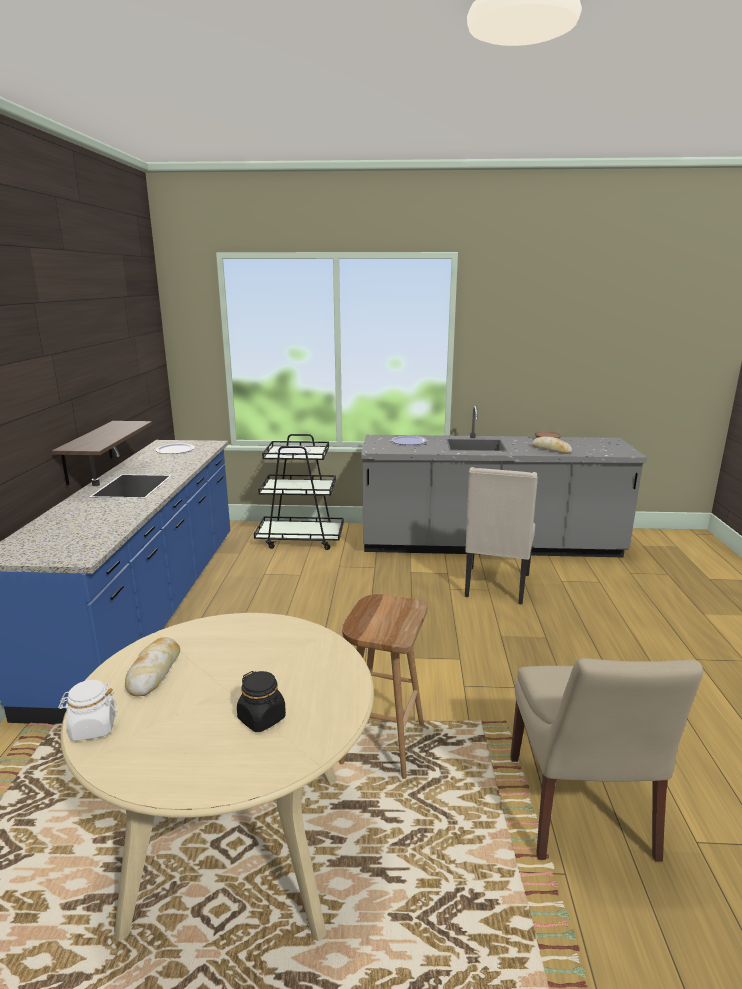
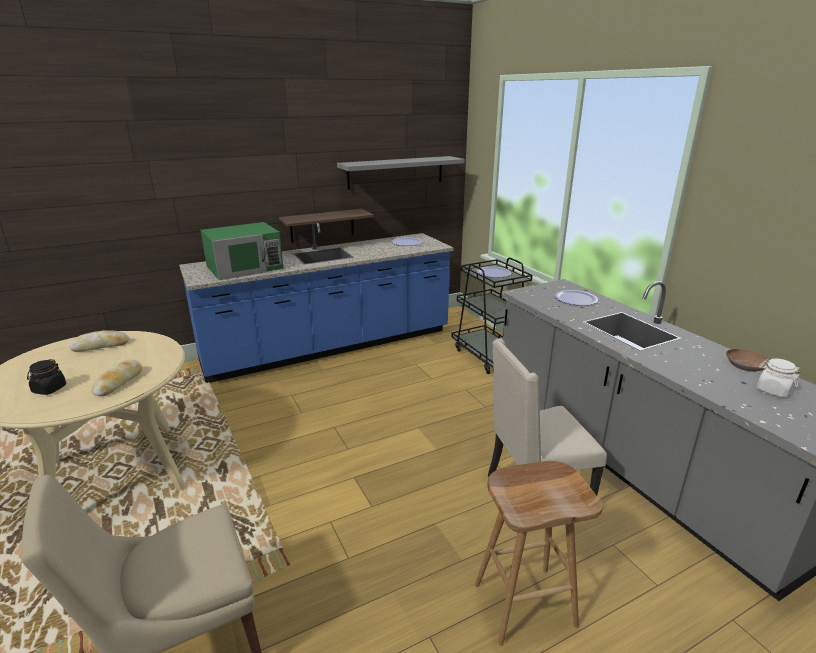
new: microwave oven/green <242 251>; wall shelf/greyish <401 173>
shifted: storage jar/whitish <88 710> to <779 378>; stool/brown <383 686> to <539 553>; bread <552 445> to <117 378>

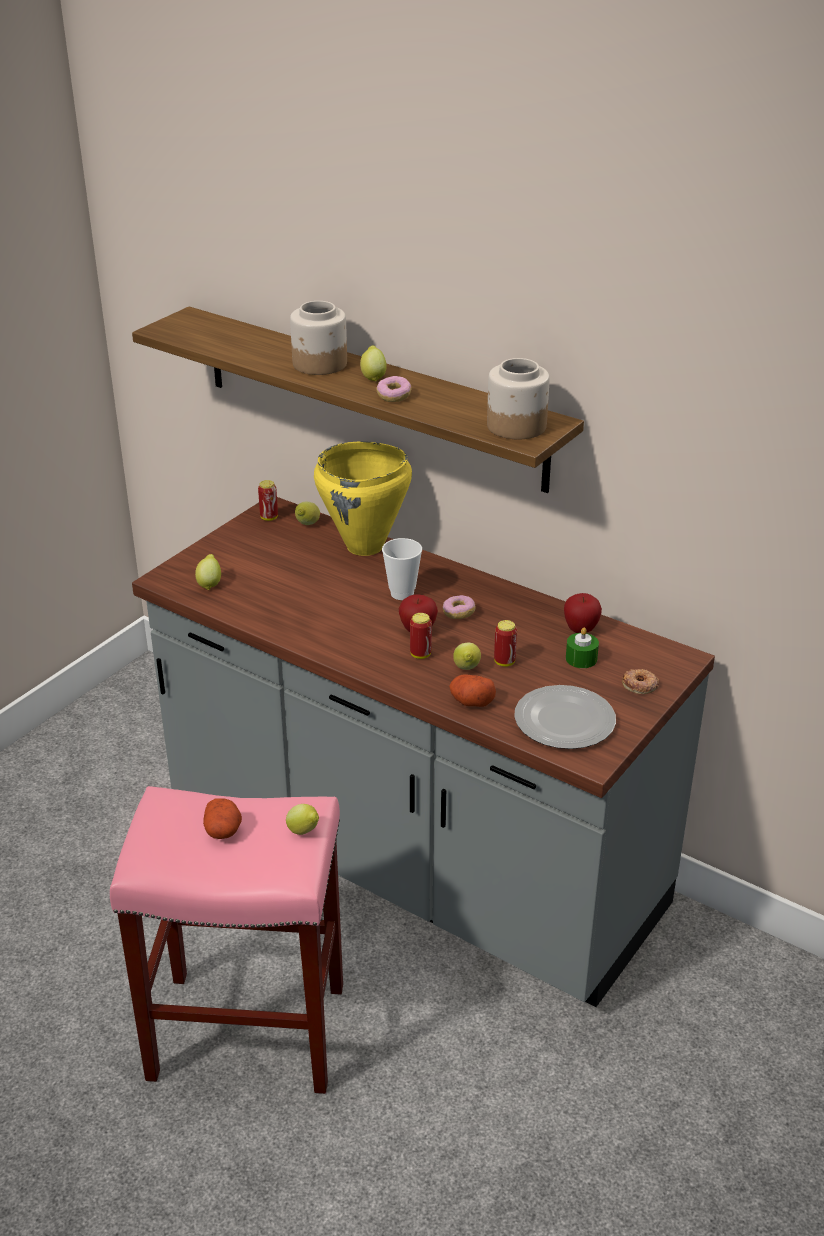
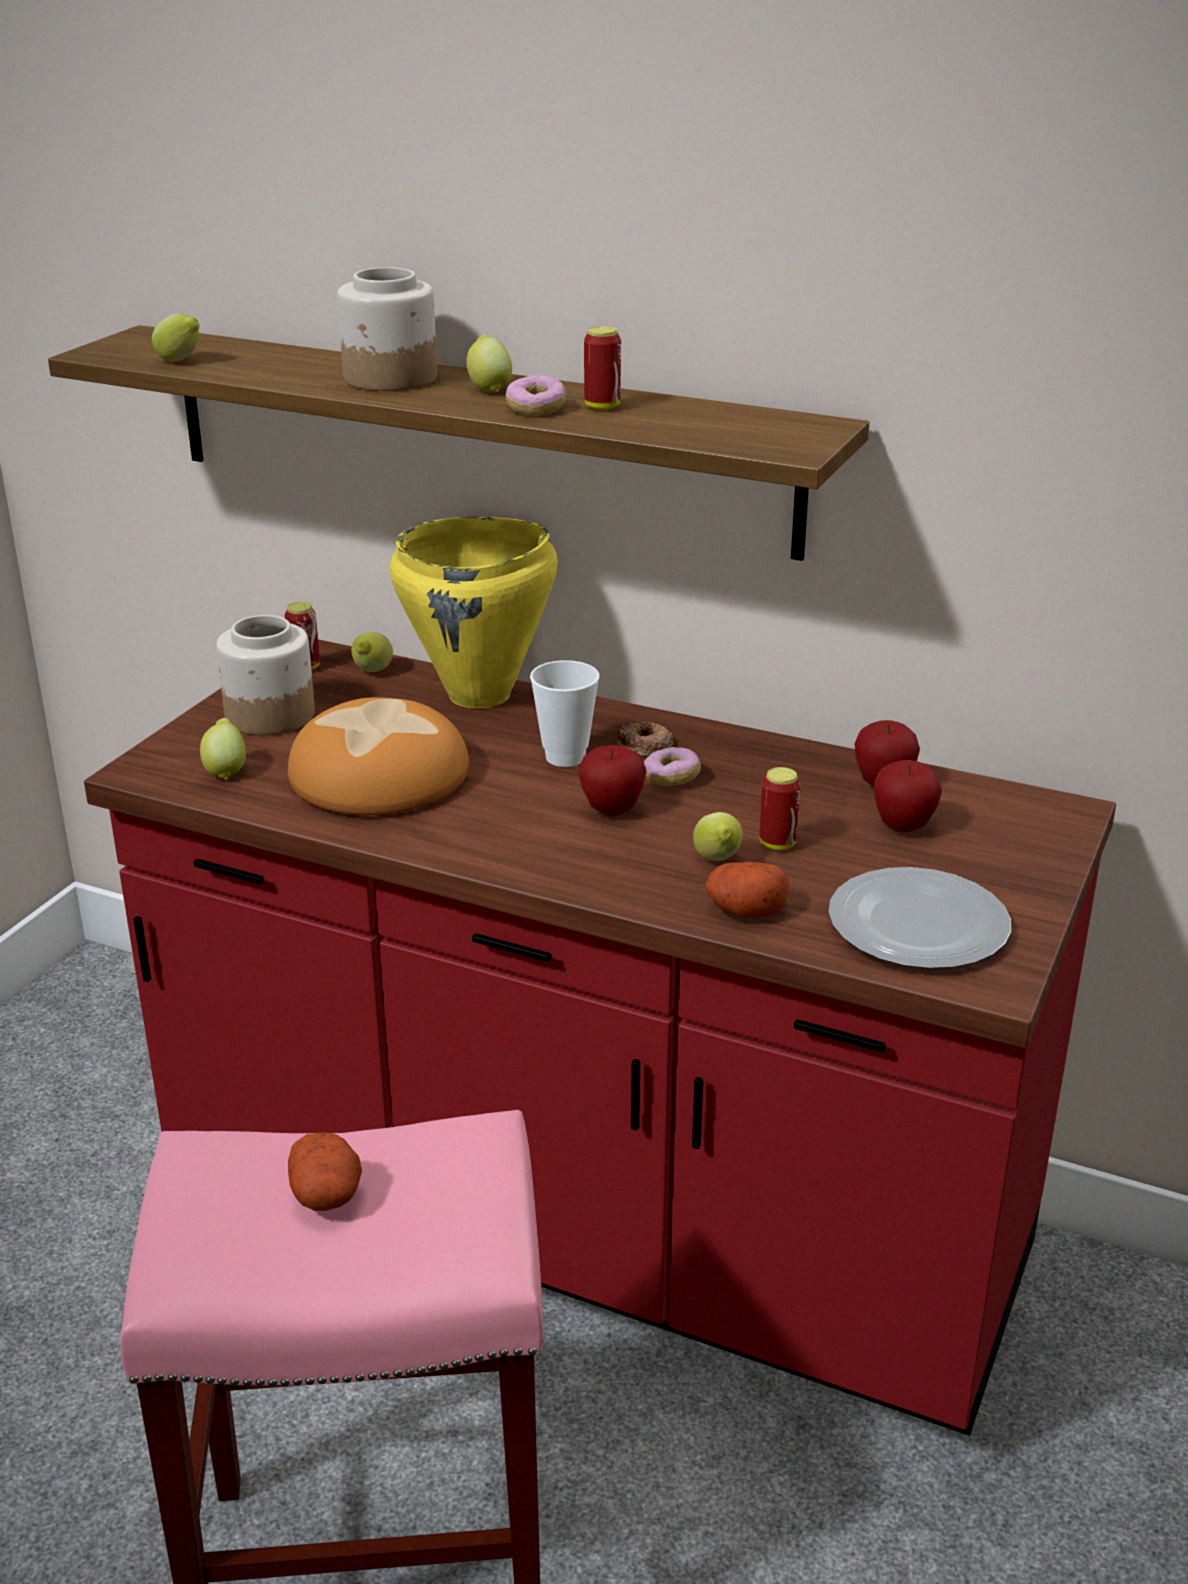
new: bread <378 756>
shifted: lemon <302 819> to <176 337>; sealed can <421 636> to <602 368>; storage jar <518 398> to <265 675>; donut <640 681> to <645 738>
swapped: wax light/green <582 647> to apple fruit <908 796>
repainted: counter/greyish <423 752> to counter/red <600 1037>

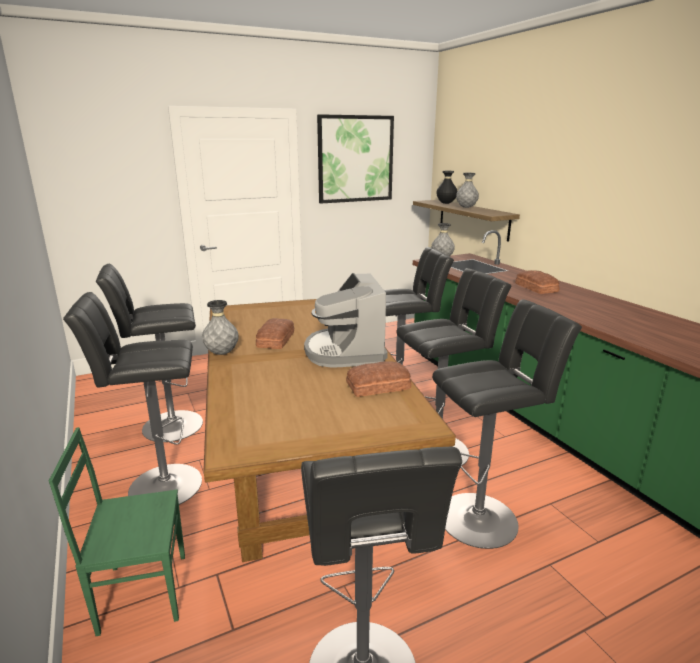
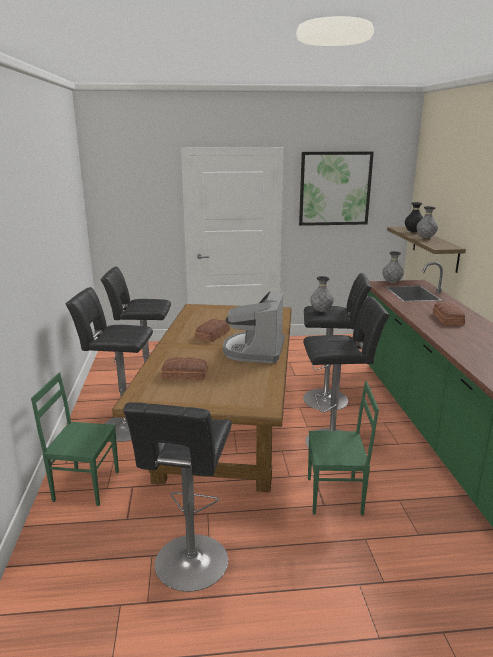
shifted: vase/greyish <220 327> to <322 294>; bread <378 379> to <184 368>
swapped: stool/blackish <507 424> to upright chair/green <343 448>

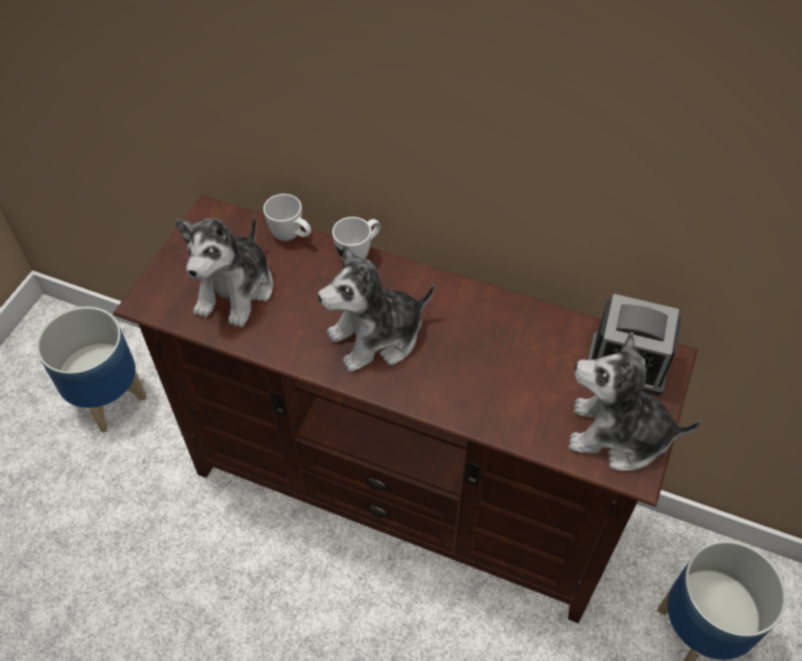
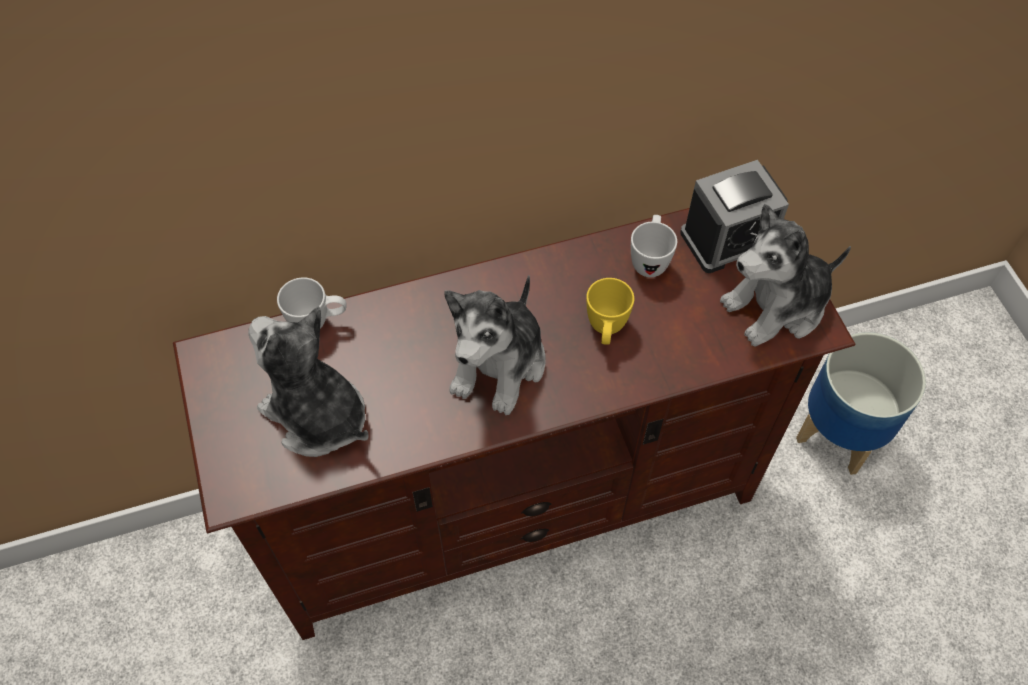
gone: planter <92 369>
new: tea mug/yellow <610 311>
shifted: tea mug/whitish <356 239> to <654 246>
rotated: cuddly toy <224 271> = <308 381> 150 degrees clockwise

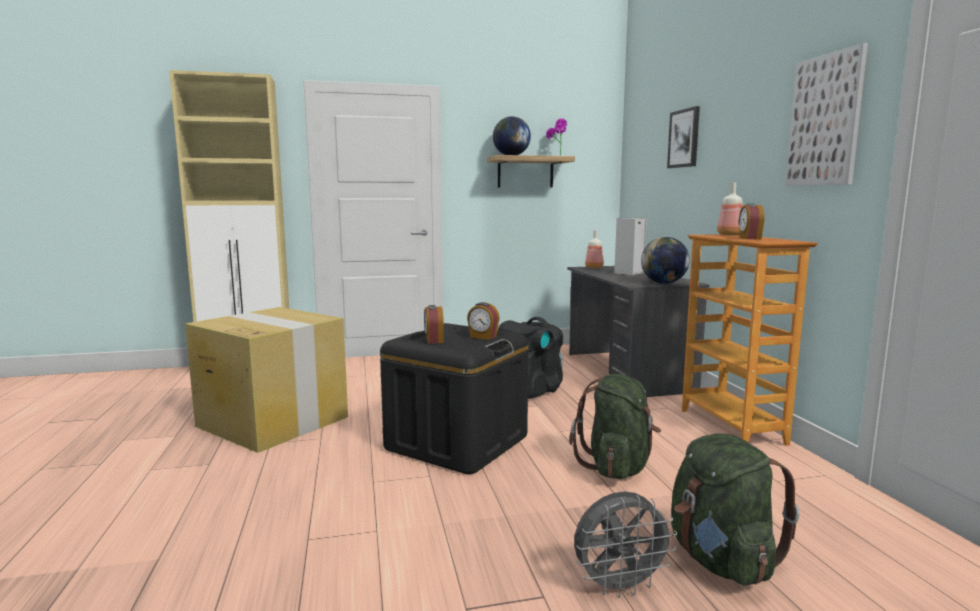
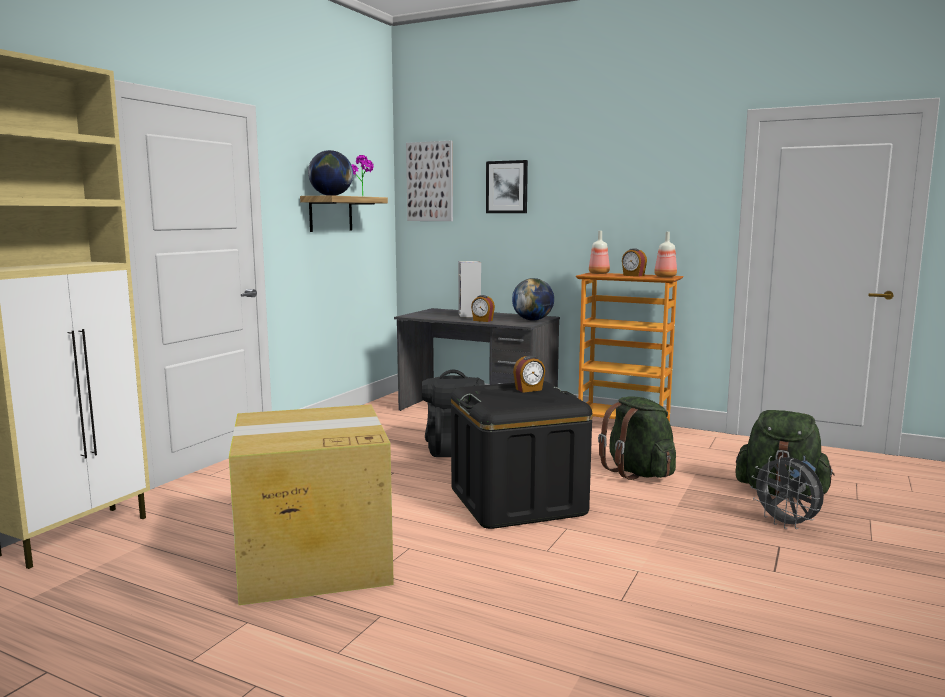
shifted: bedside clock <434 324> to <483 308>; beverage bottle <594 249> to <665 254>; wall picture <826 114> to <429 181>
rotated: cooling fan/greyish <625 544> = <787 492> 120 degrees clockwise

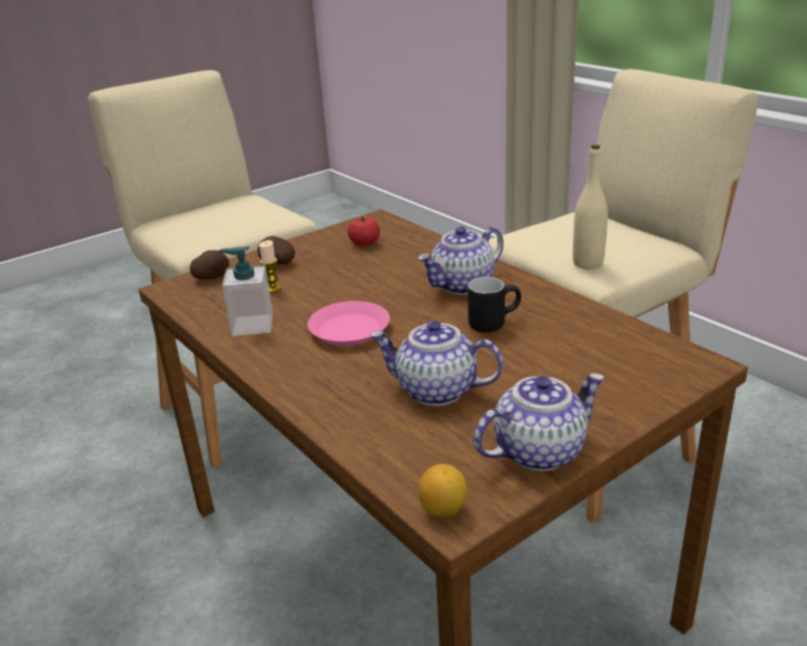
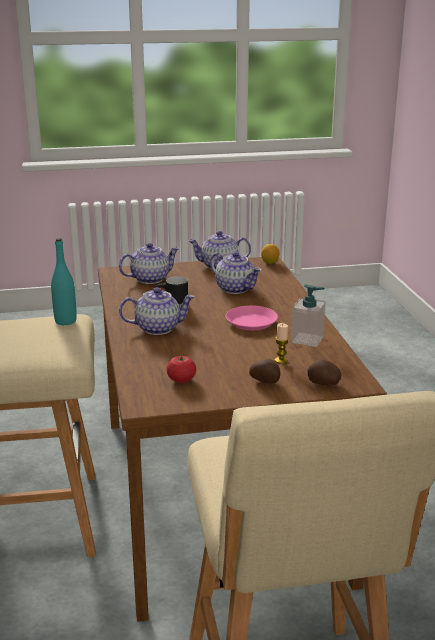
new: teapot <149 263>
repainted: beverage bottle/sand-coloured <590 206> to beverage bottle/turquoise-coloured <64 281>

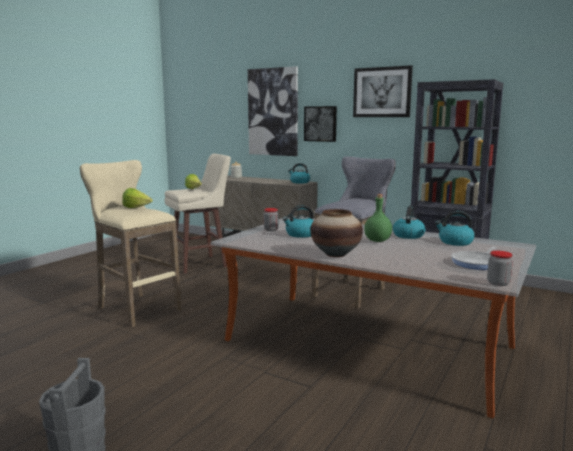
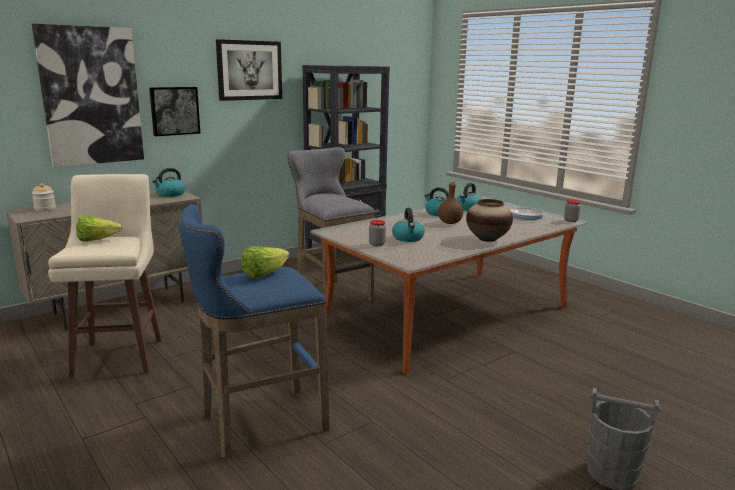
repainted: stool/sand-coloured <131 243> to stool/blue <253 331>; beverage bottle/green <378 218> to beverage bottle/brown <450 202>

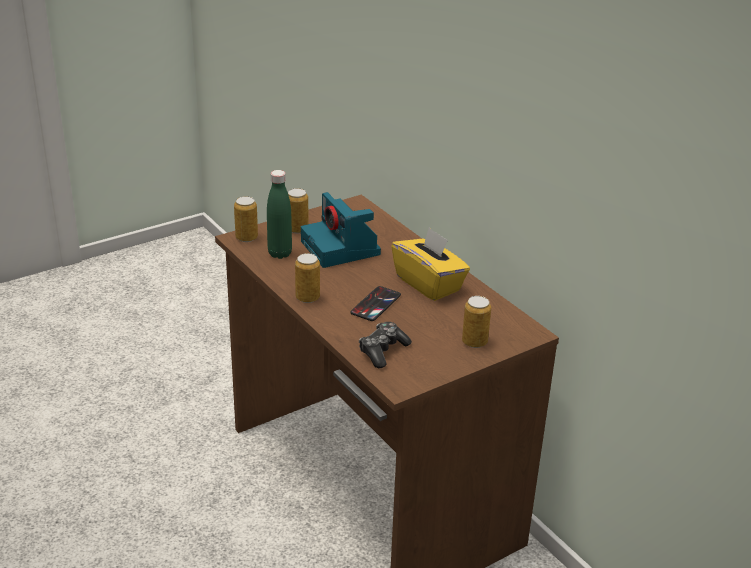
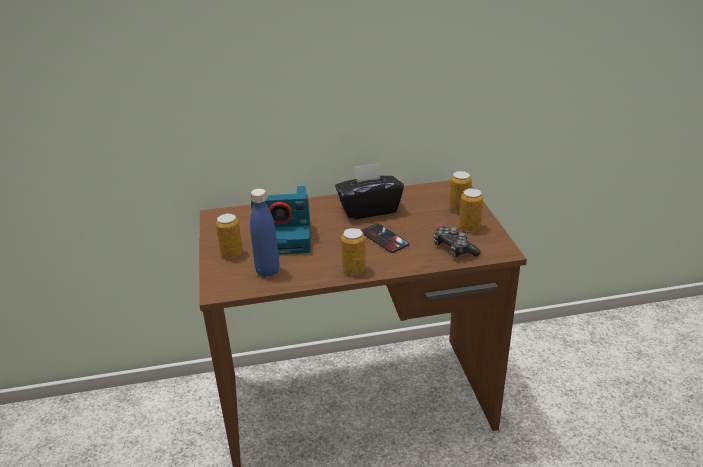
shifted: sealed can <246 219> to <471 210>
repainted: beverage bottle/green <279 214> to beverage bottle/blue <264 232>; tissue box/yellow <430 264> to tissue box/blackish <369 191>

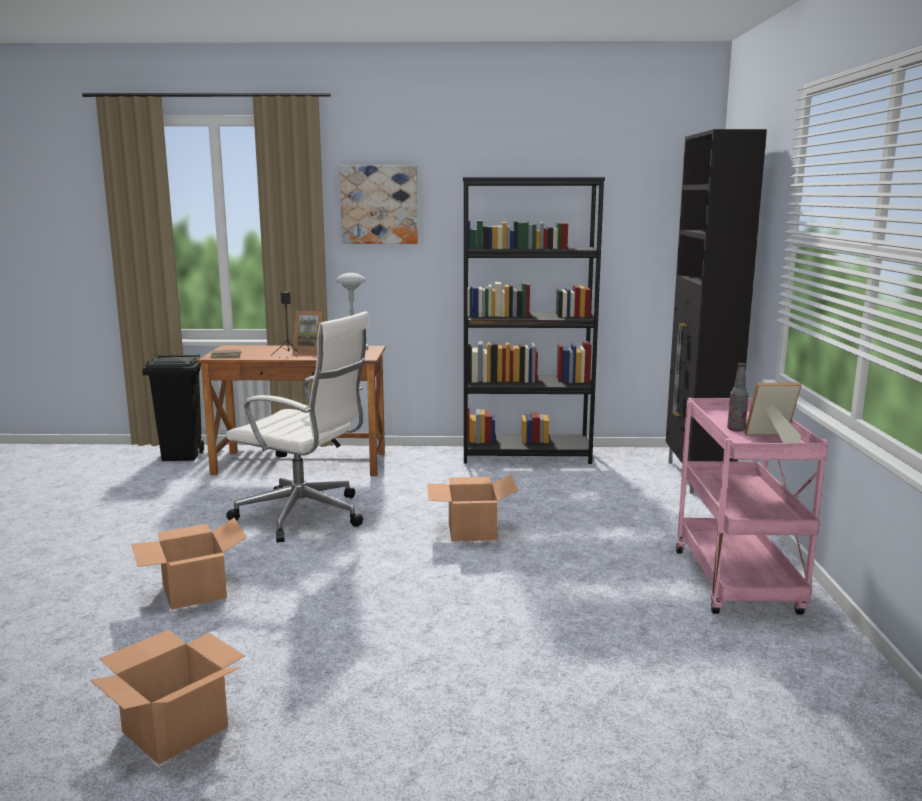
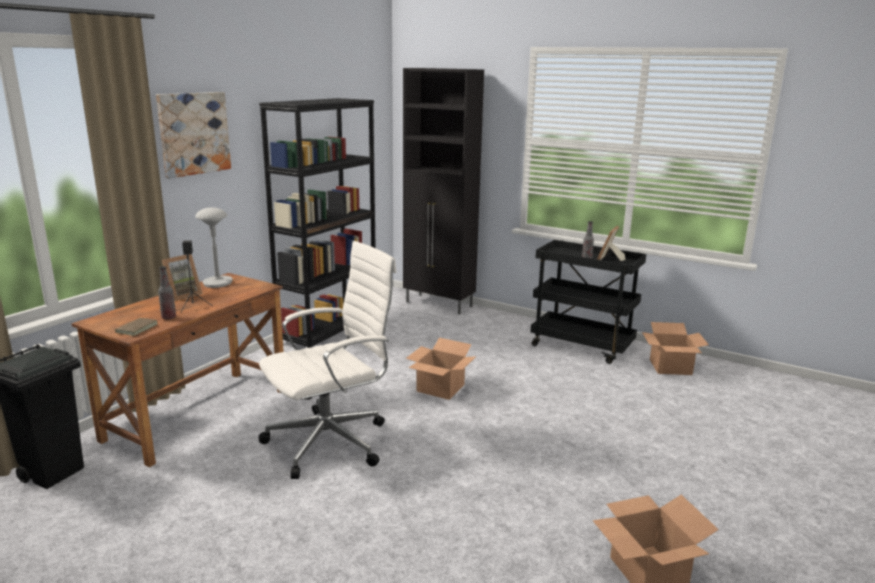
new: beverage bottle <167 293>
shifted: carton <188 564> to <675 348>
repainted: wheeled cart/pink <752 506> to wheeled cart/blackish <588 302>

